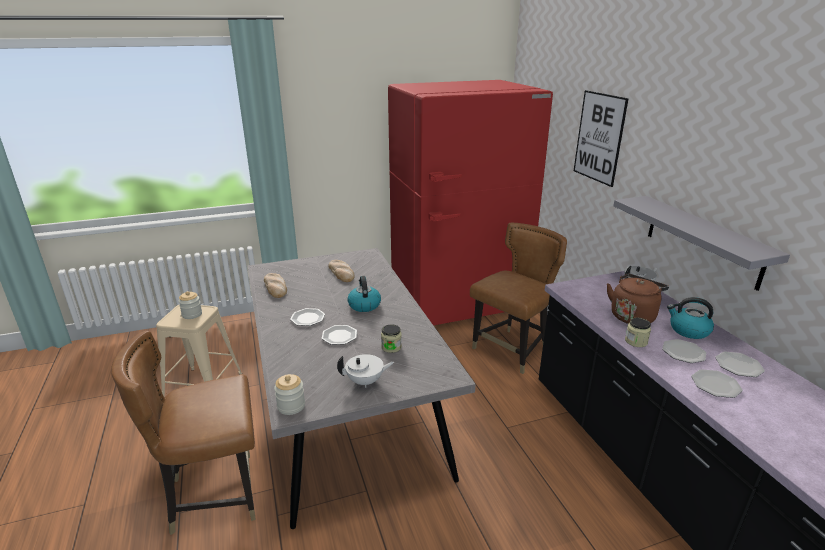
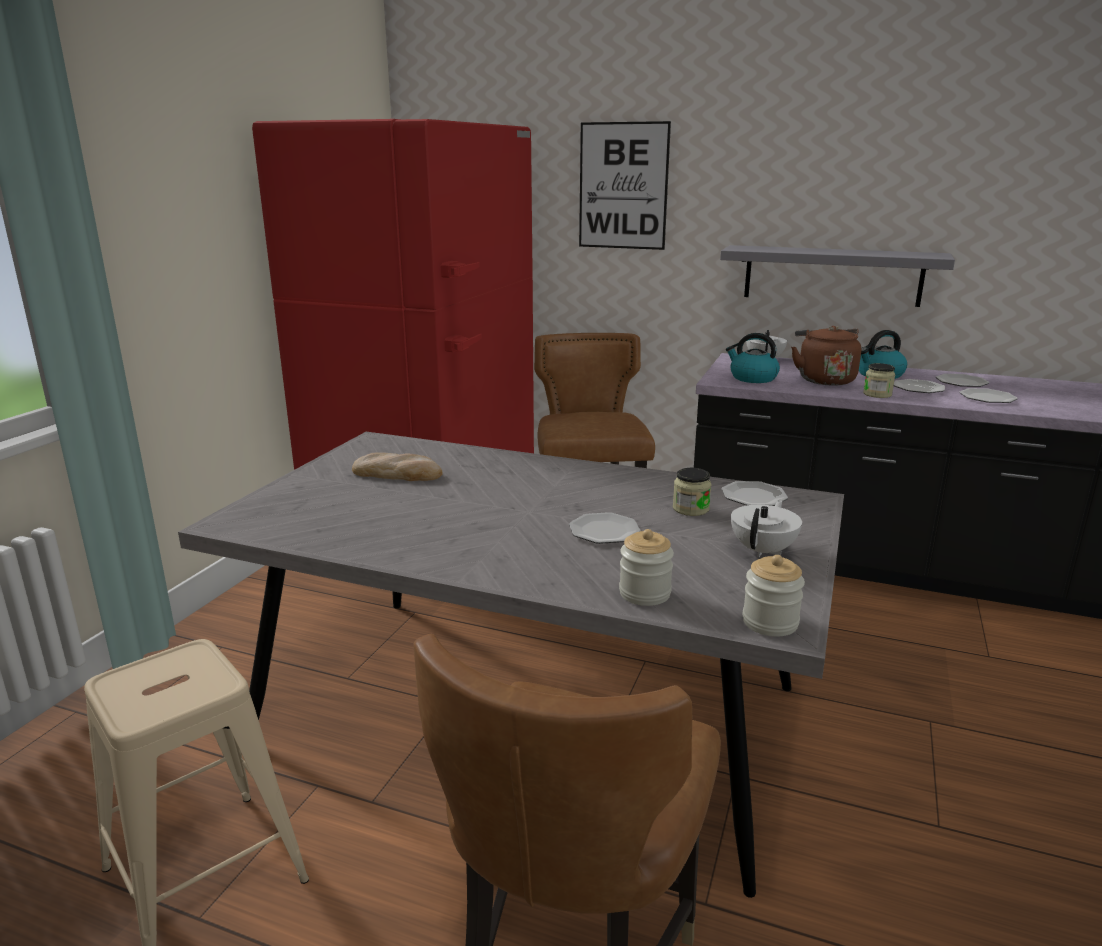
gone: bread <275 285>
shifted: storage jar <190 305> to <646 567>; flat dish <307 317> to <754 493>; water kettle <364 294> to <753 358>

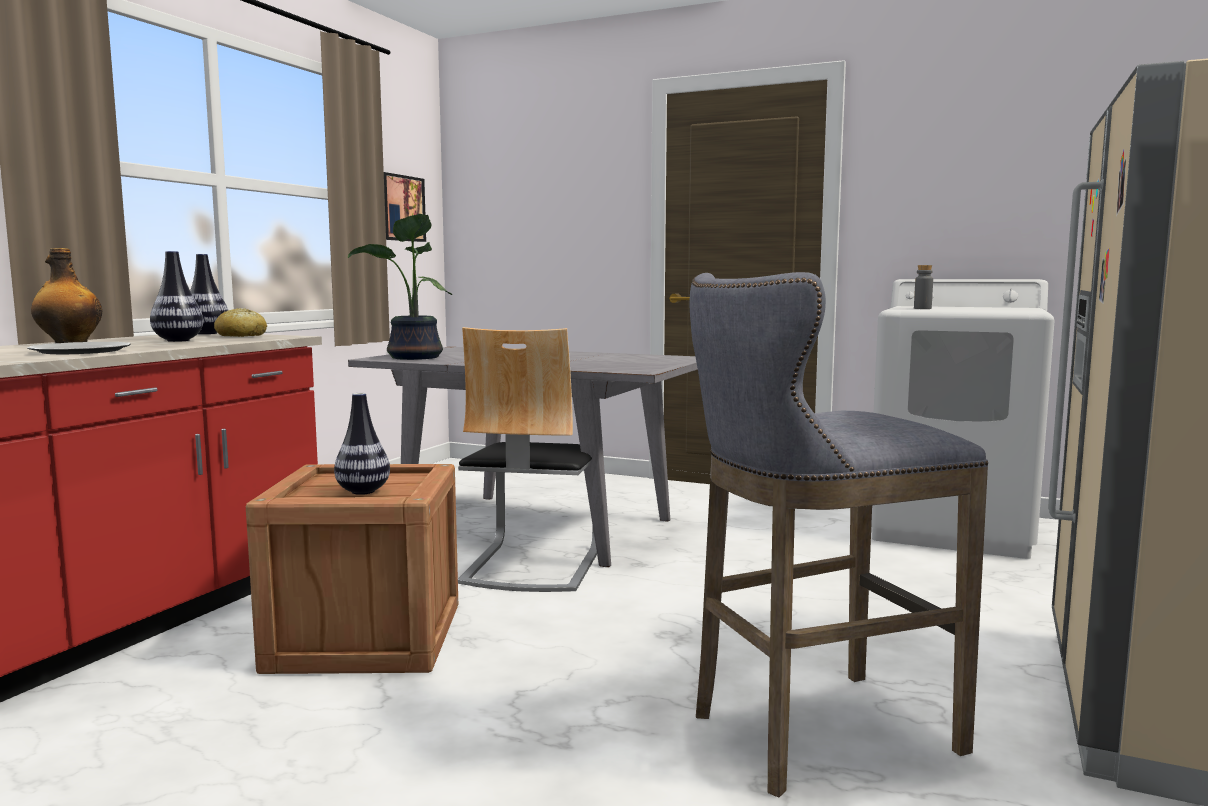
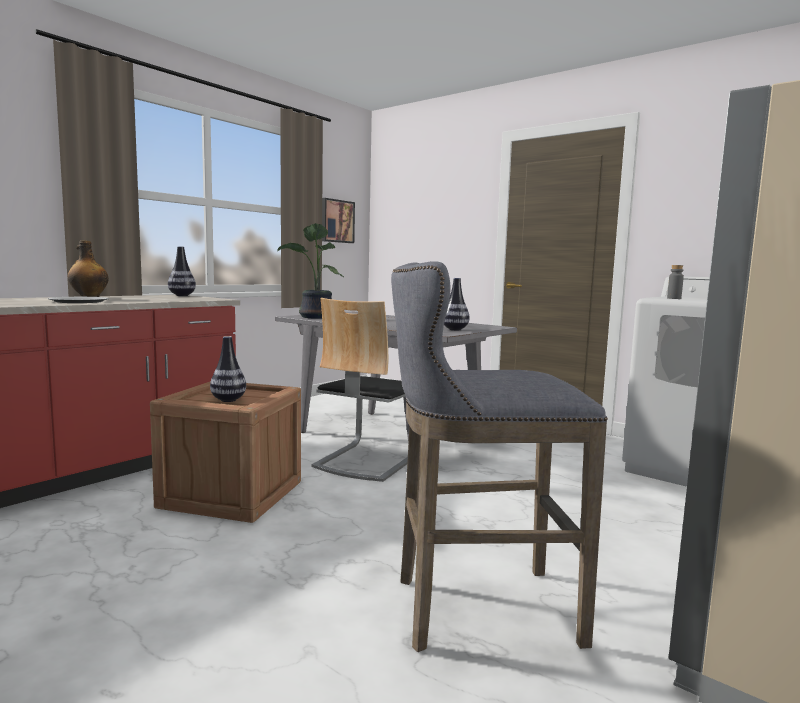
gone: bread <240 322>
shifted: vase <176 296> to <456 304>

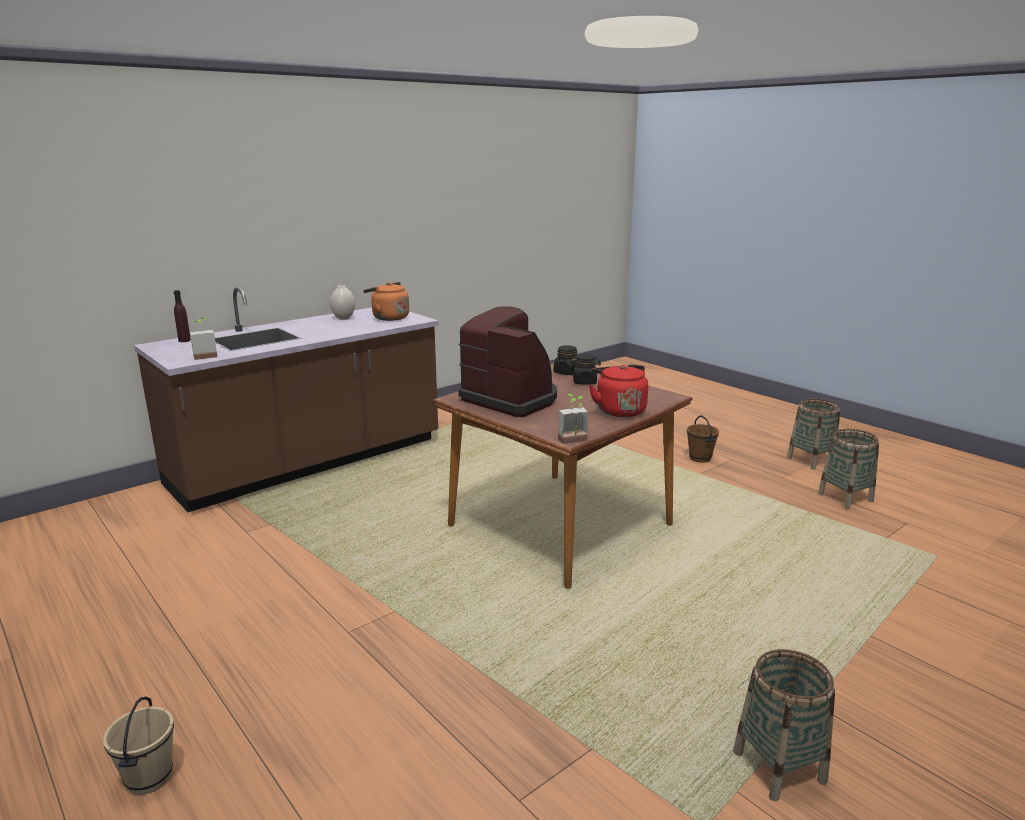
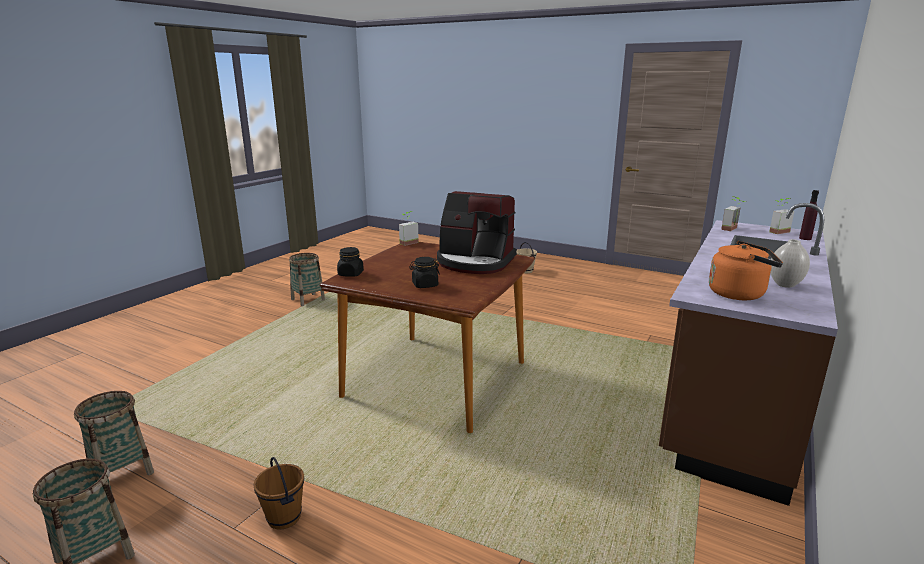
gone: water kettle/red <618 391>
new: houseplant <781 216>
shifted: storage jar/blackish <566 360> to <350 262>

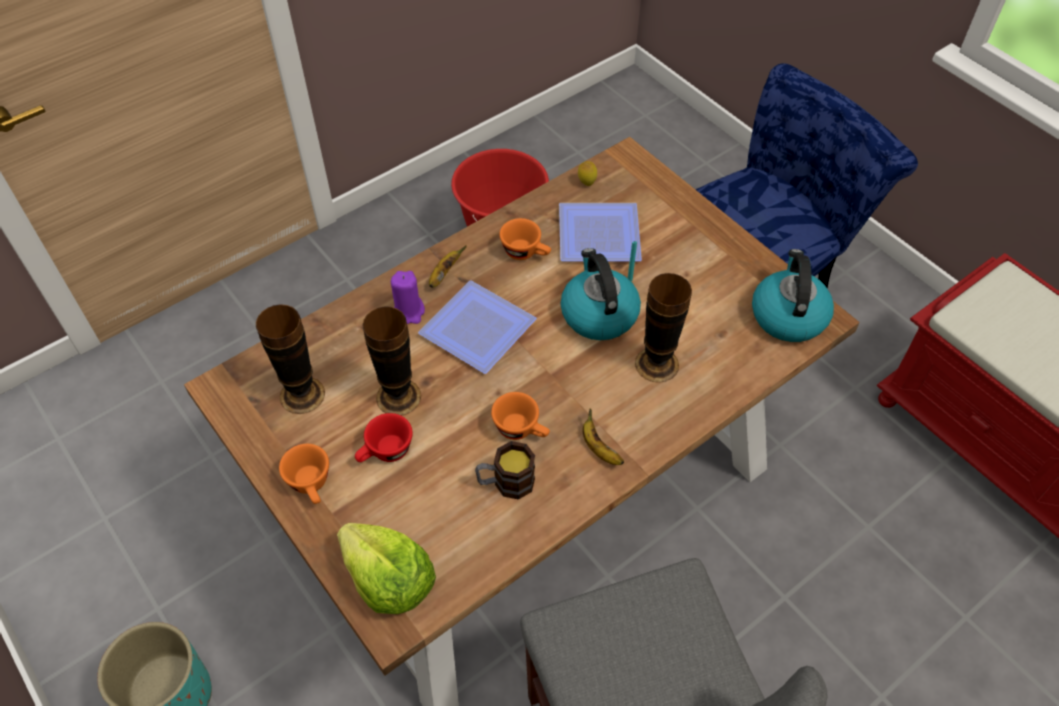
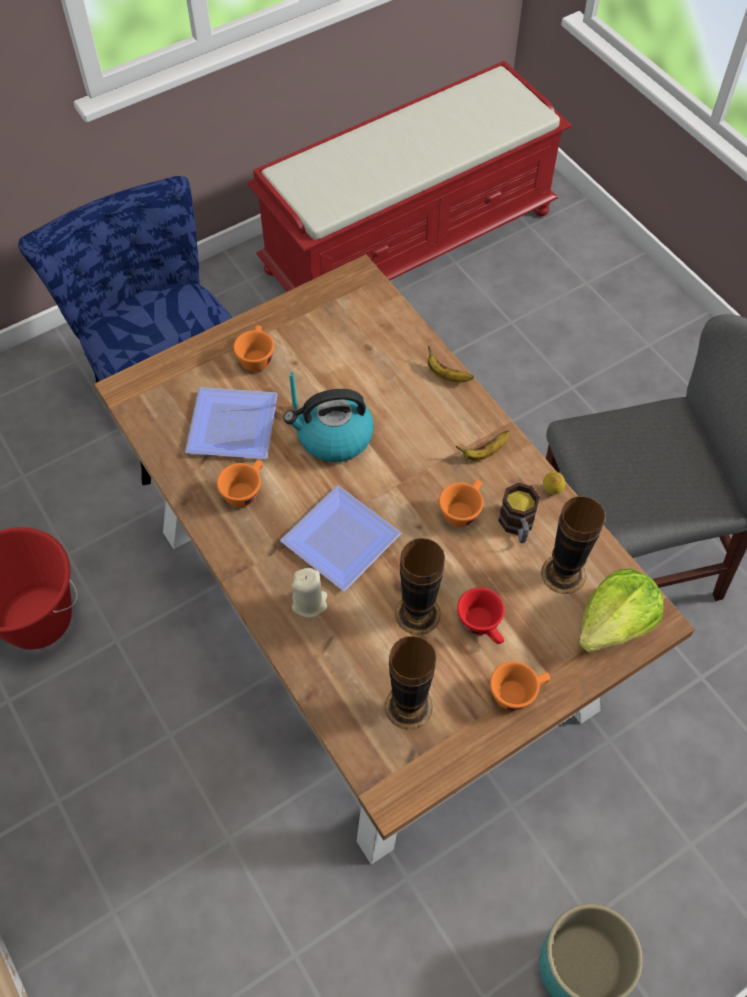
gone: water kettle <793 295>
new: small cup/orange <253 348>
shifted: banana <448 266> to <451 363>; lemon <587 173> to <554 483>; vase <663 328> to <573 545>
repainted: wax light/purple-coloured <408 297> to wax light/sand-coloured <309 593>

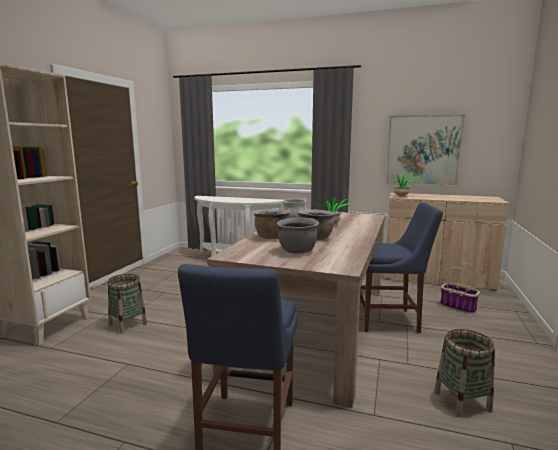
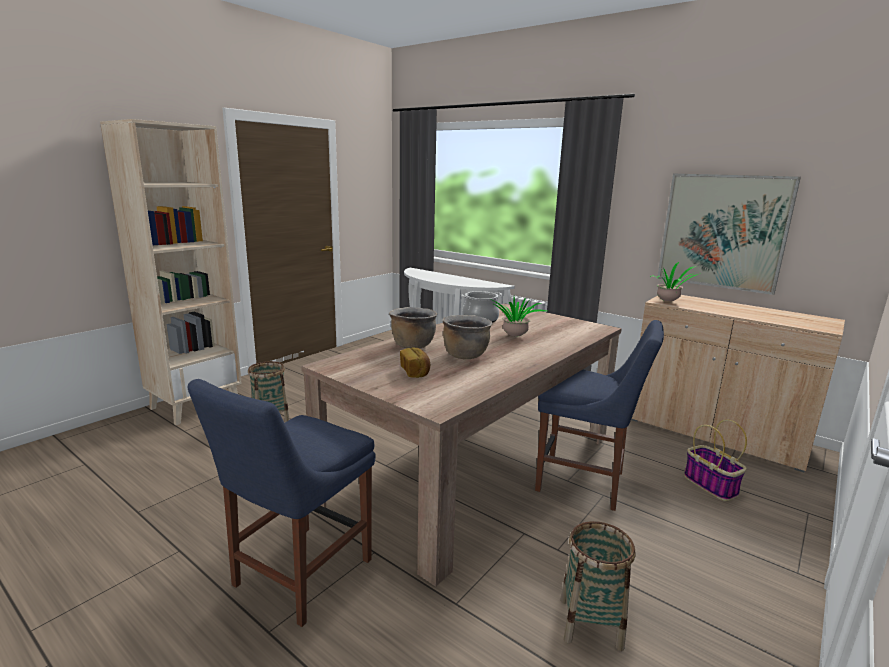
swapped: cooking pot/greyish <298 235> to bread <415 362>

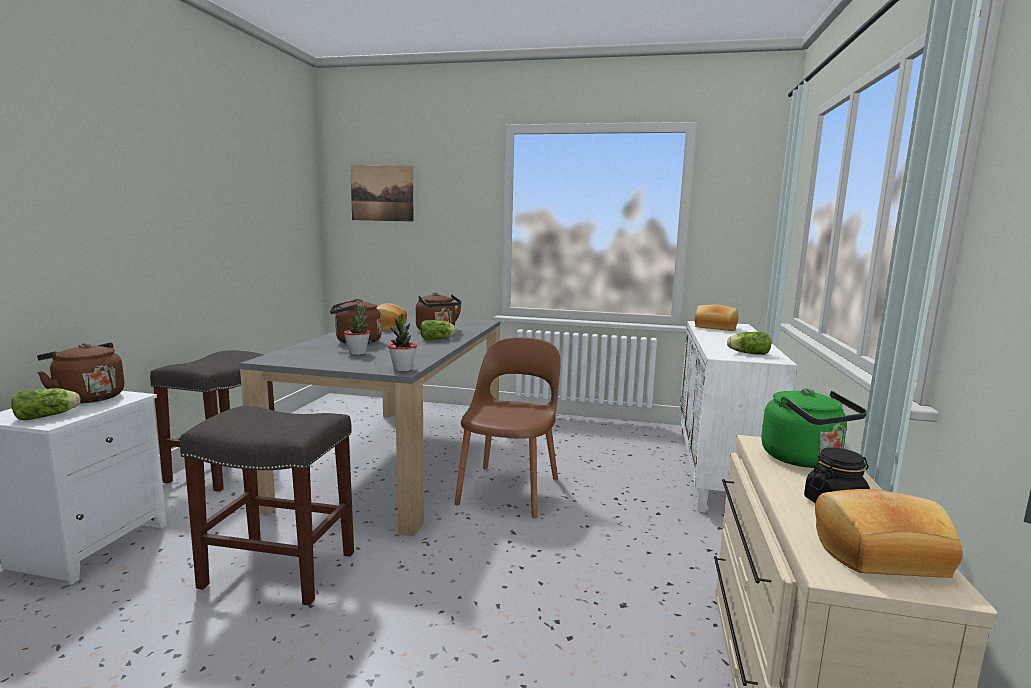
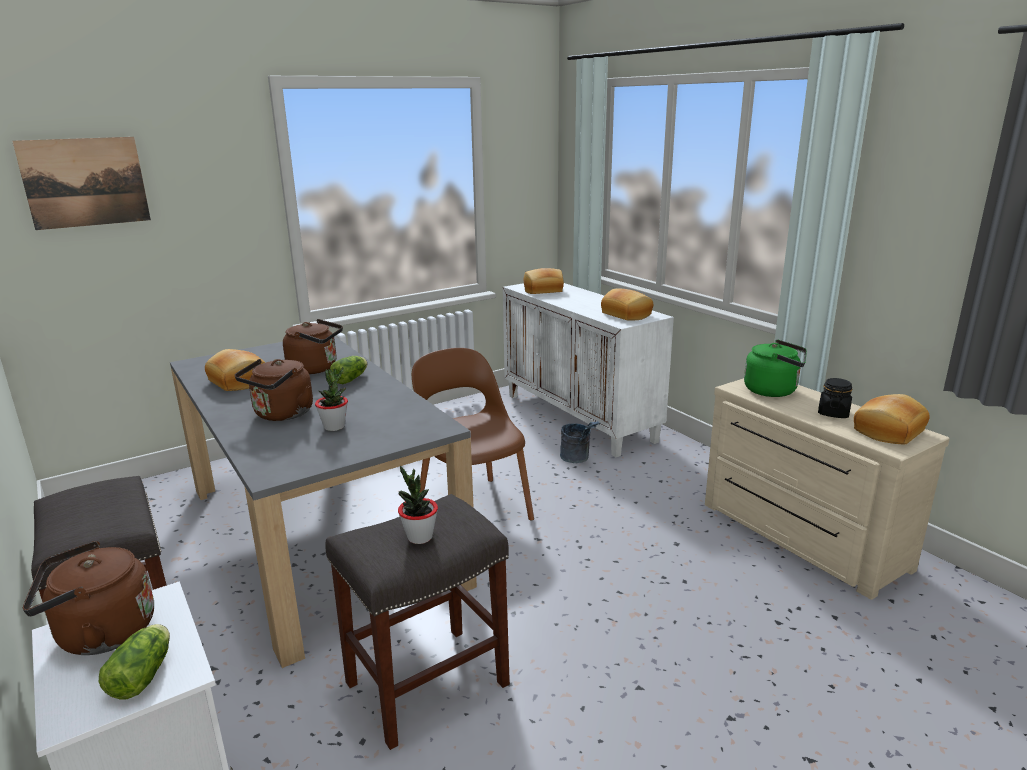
new: bucket/greyish <580 442>
shifted: houseplant <402 342> to <418 505>
swapped: lettuce <749 343> to bread <627 305>

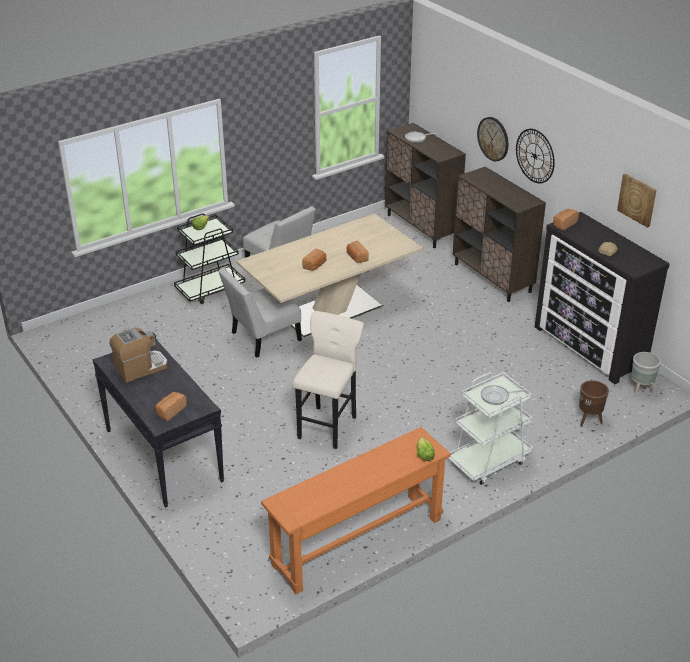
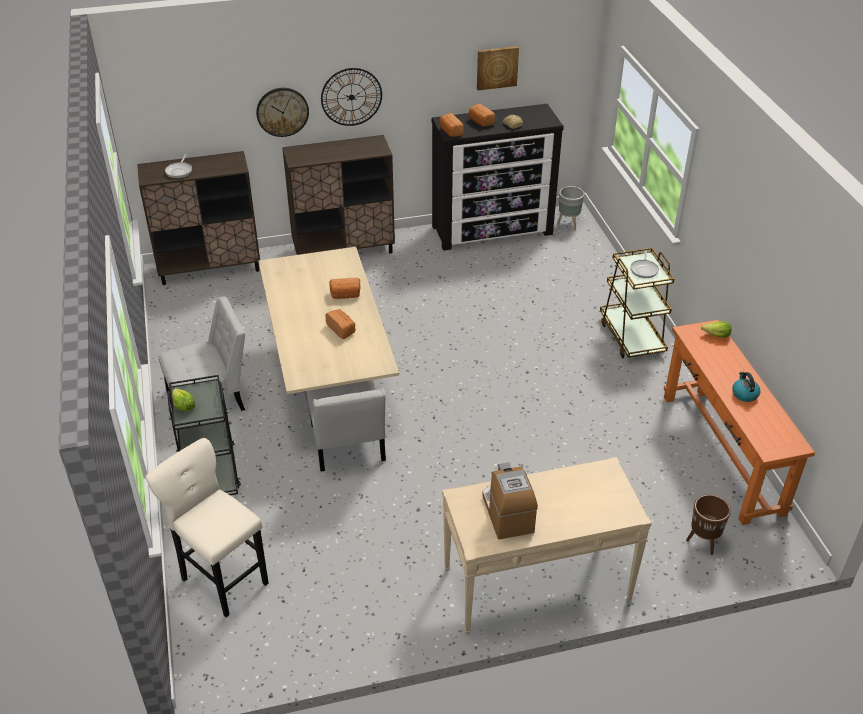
new: water kettle <746 387>
shifted: bread <171 406> to <482 115>; stool/sand-coloured <328 380> to <207 527>; planter/brown <594 403> to <708 524>
repainted: console table/blackish <158 423> to console table/sand-coloured <547 546>; wheeled cart/whitish <490 428> to wheeled cart/brown <637 303>

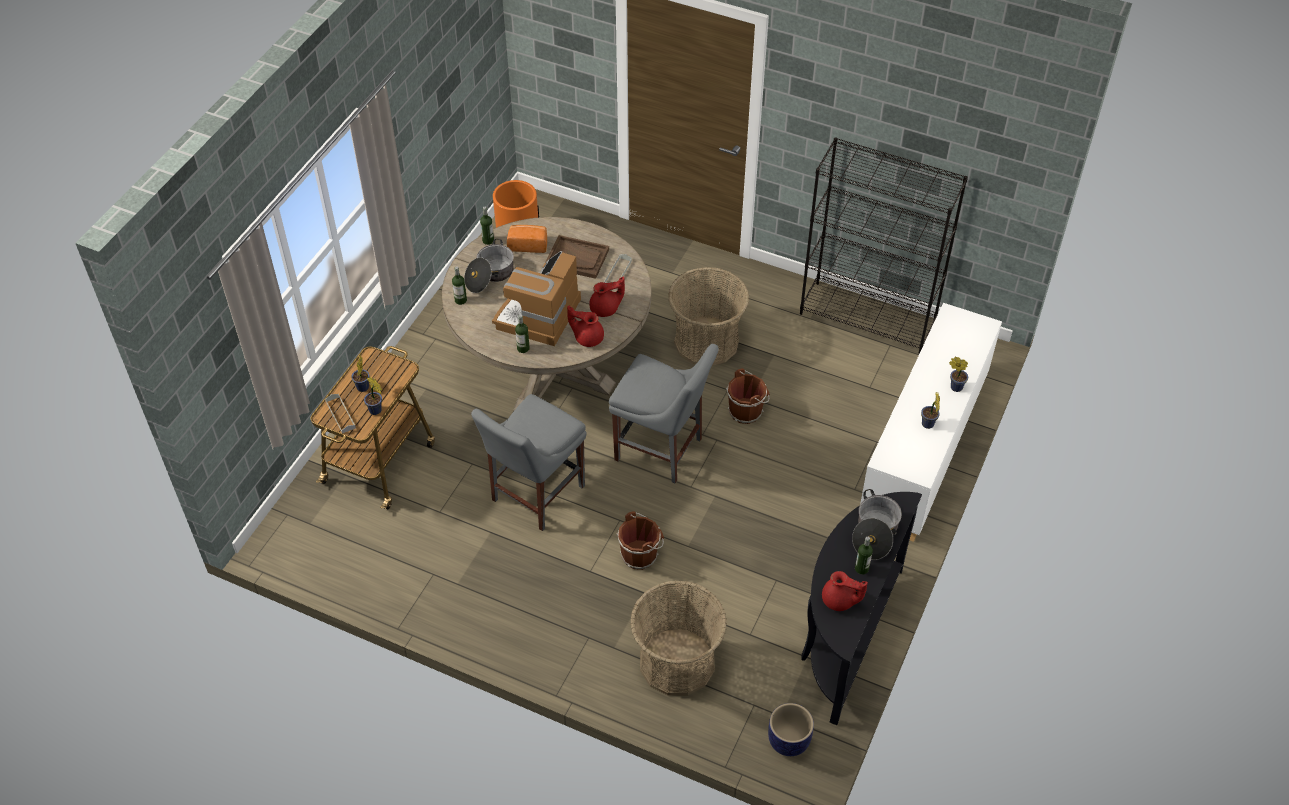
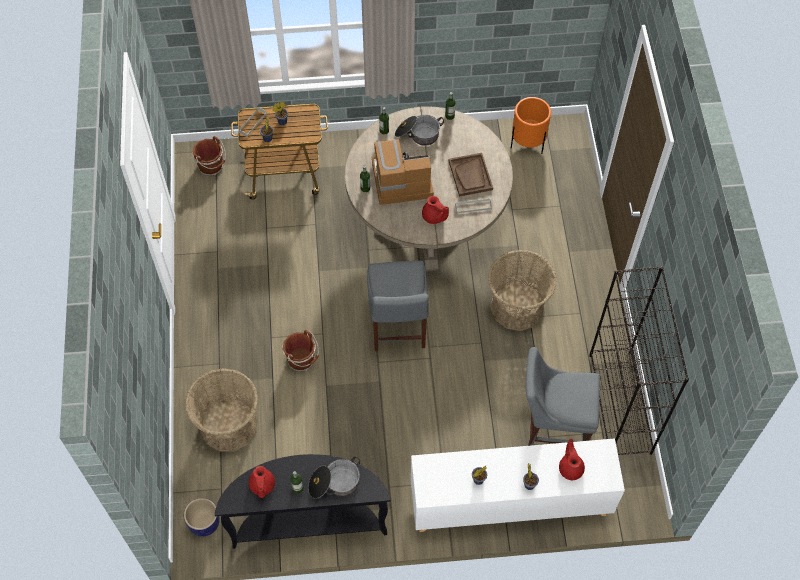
gone: bread <527 239>
shifted: upright chair/greyish <529 462> to <563 396>; teapot/red <585 326> to <572 459>; bucket/brown <748 396> to <209 156>

